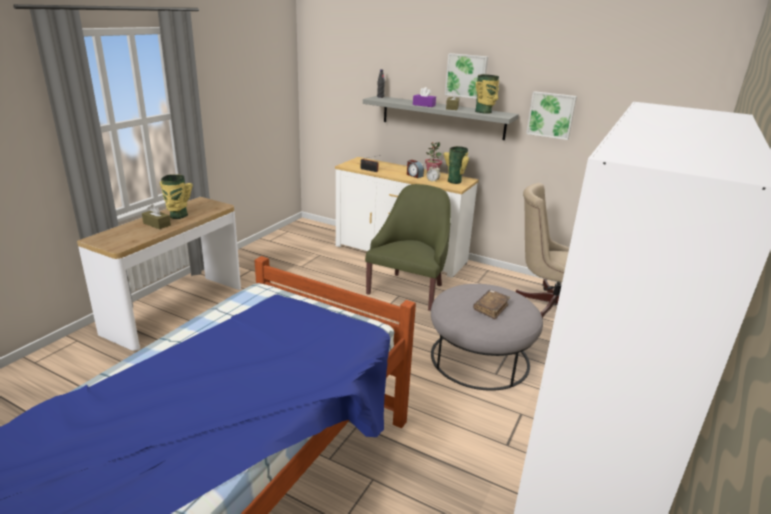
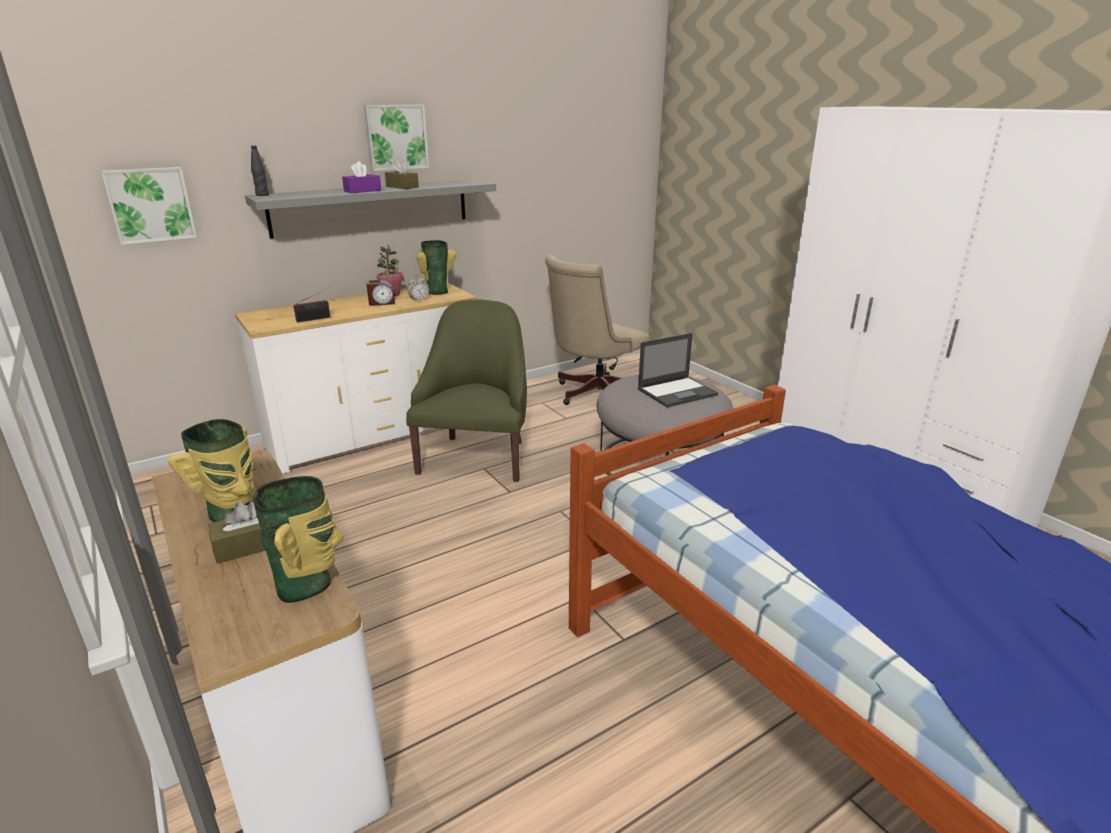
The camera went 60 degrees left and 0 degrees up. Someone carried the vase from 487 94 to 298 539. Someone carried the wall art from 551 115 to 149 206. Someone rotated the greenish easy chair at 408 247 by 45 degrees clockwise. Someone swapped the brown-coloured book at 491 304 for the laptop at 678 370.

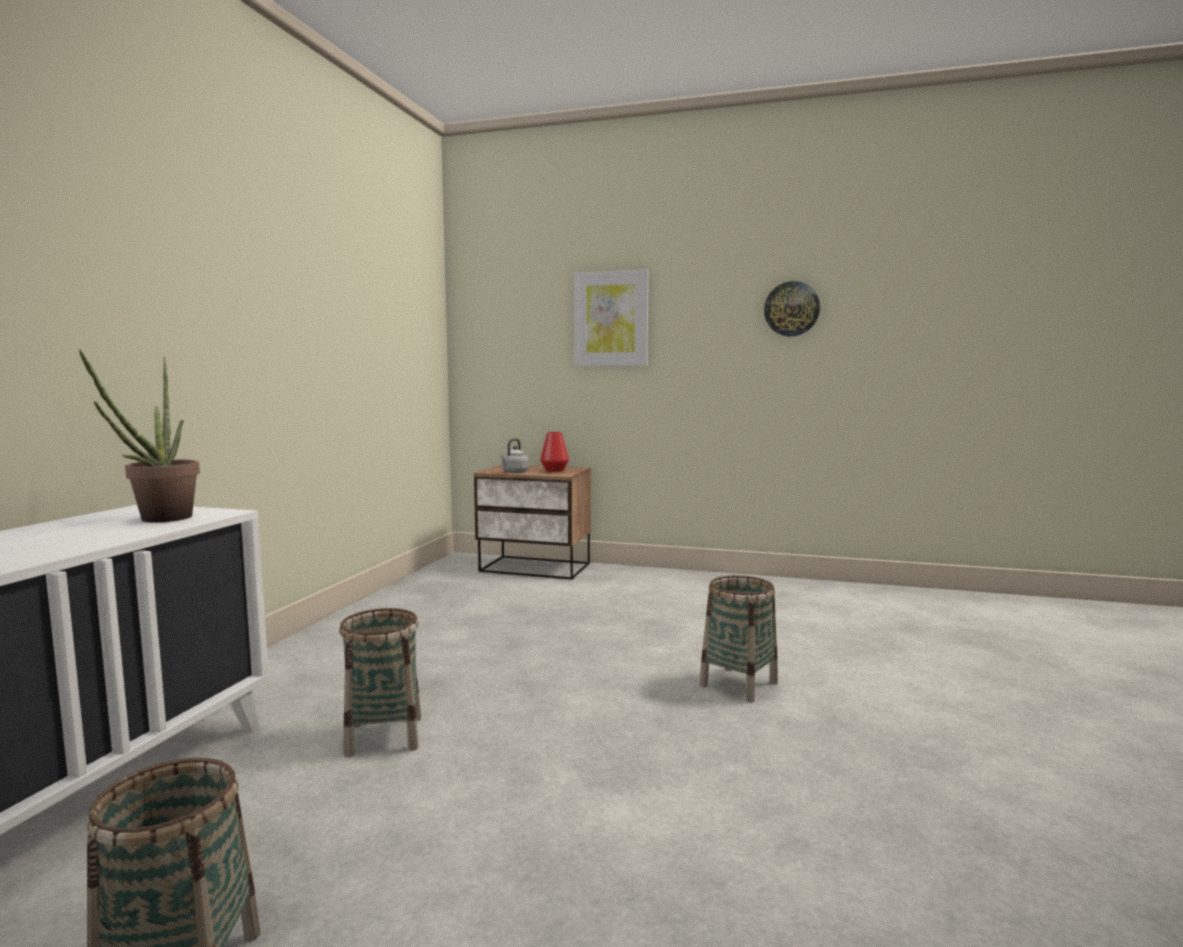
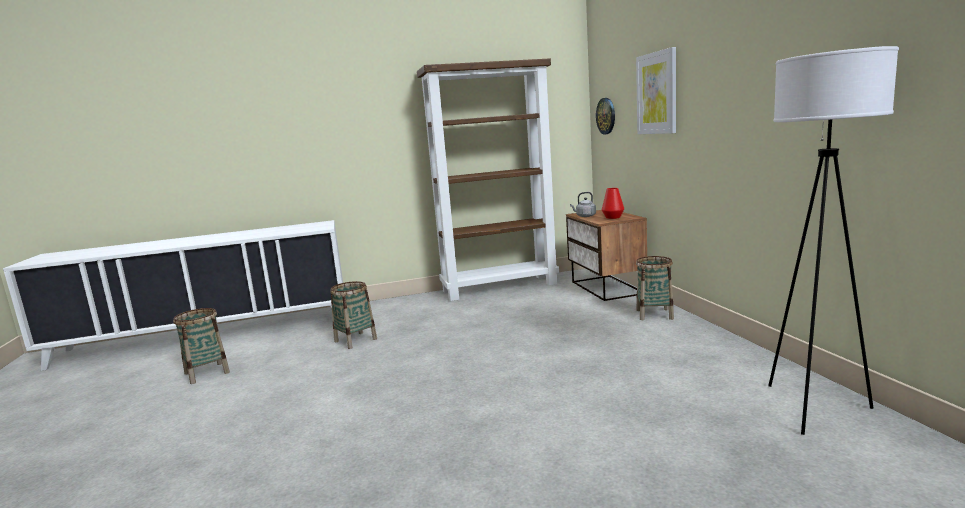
The camera went 60 degrees right and 5 degrees up. Someone carried the wall clock from 792 308 to 605 116. Someone took away the houseplant at 139 435. Someone carried the basket from 738 638 to 655 288. Someone put down the white-coloured floor lamp at 833 240. Someone put down the brown-coloured shelving unit at 488 179.

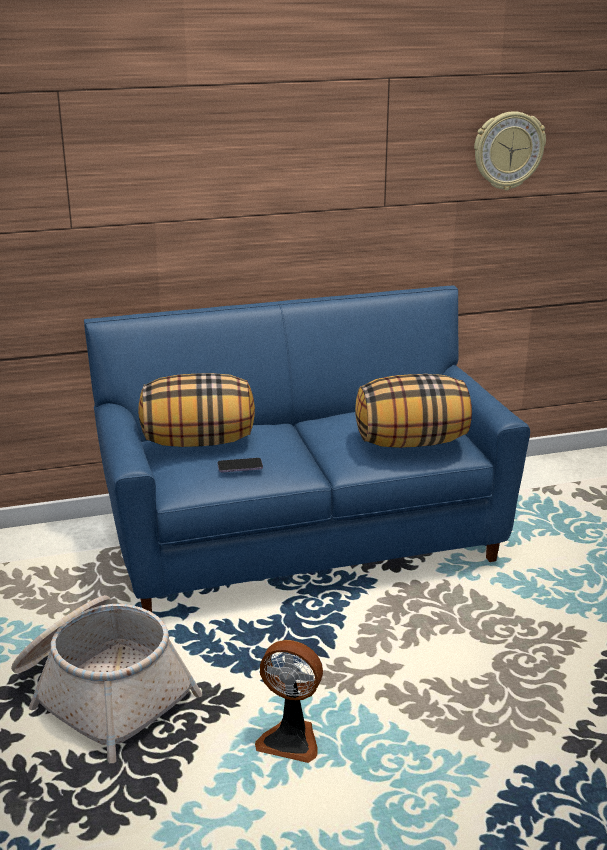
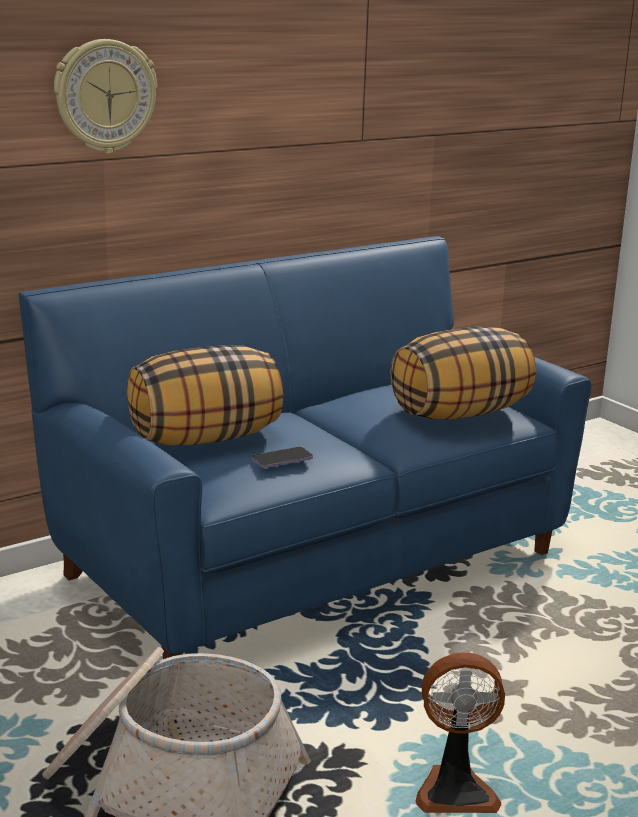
The camera went 20 degrees left and 5 degrees down. Someone carried the wall clock from 510 150 to 105 96.

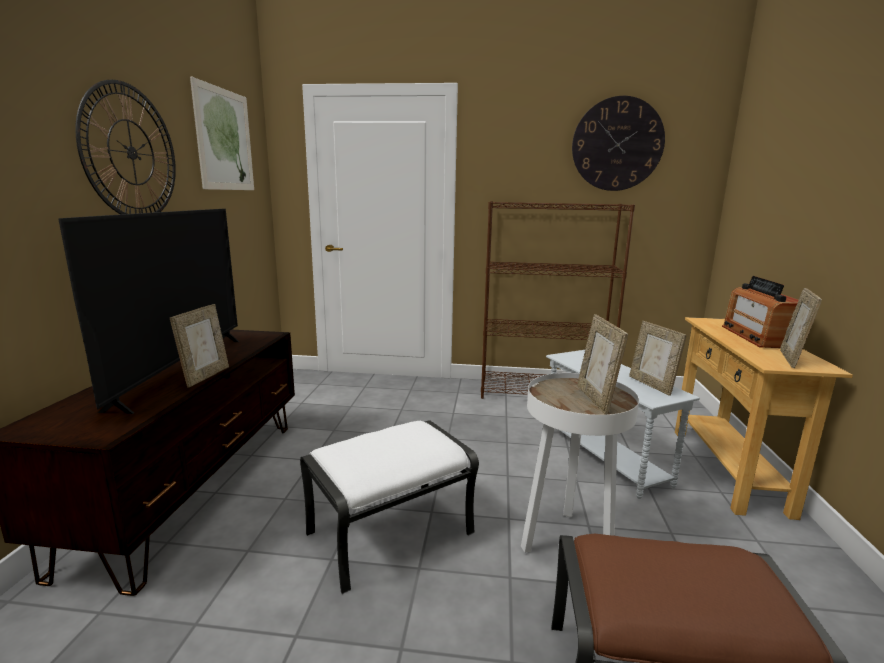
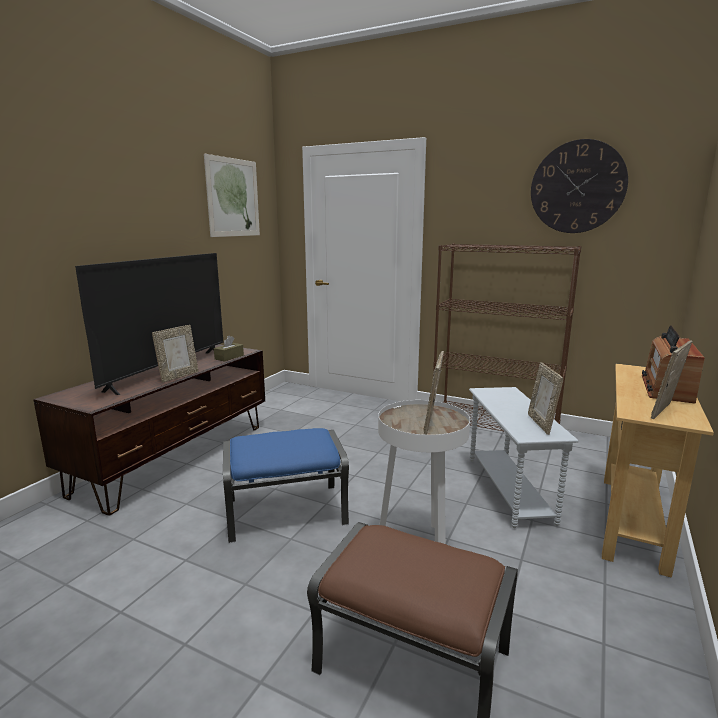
The camera went 20 degrees right and 0 degrees up. Someone took away the wall clock at 125 147. Someone repainted the white-coloured footrest at 389 507, which became the blue footrest at 286 485. Someone put down the brown-coloured box of tissues at 229 349.

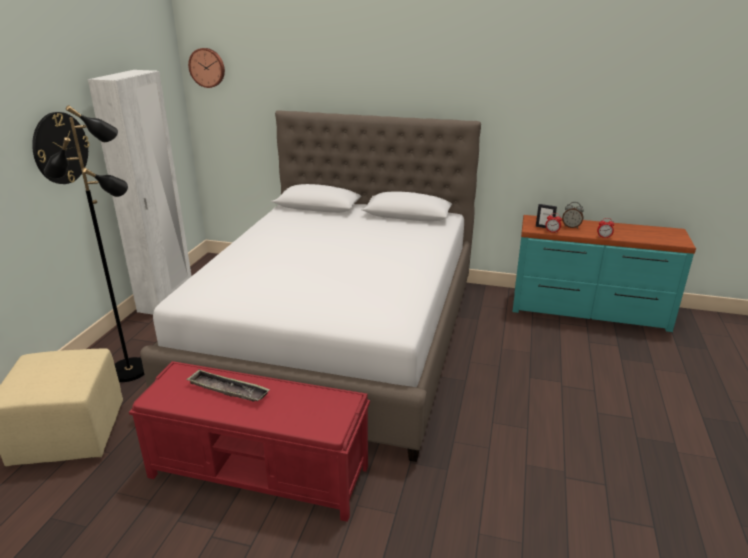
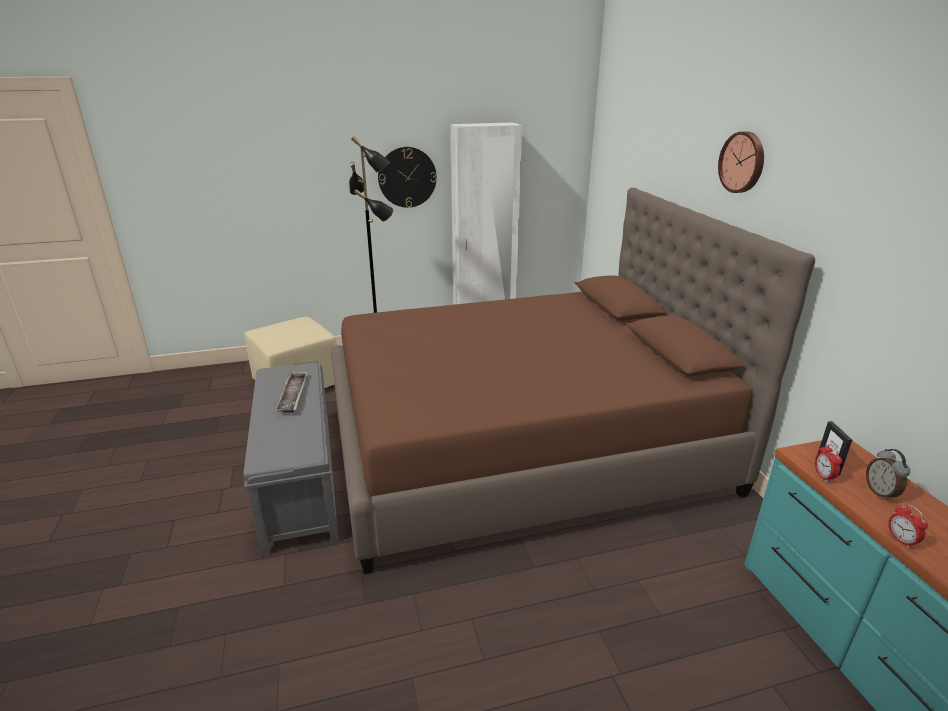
The camera went 60 degrees right and 0 degrees up. Someone carried the wall clock from 206 68 to 741 162. Someone repainted the white-coloured bedroom bed at 310 286, which became the brown-coloured bedroom bed at 573 380. Someone repainted the red-coloured bench at 249 441, which became the gray bench at 291 458.

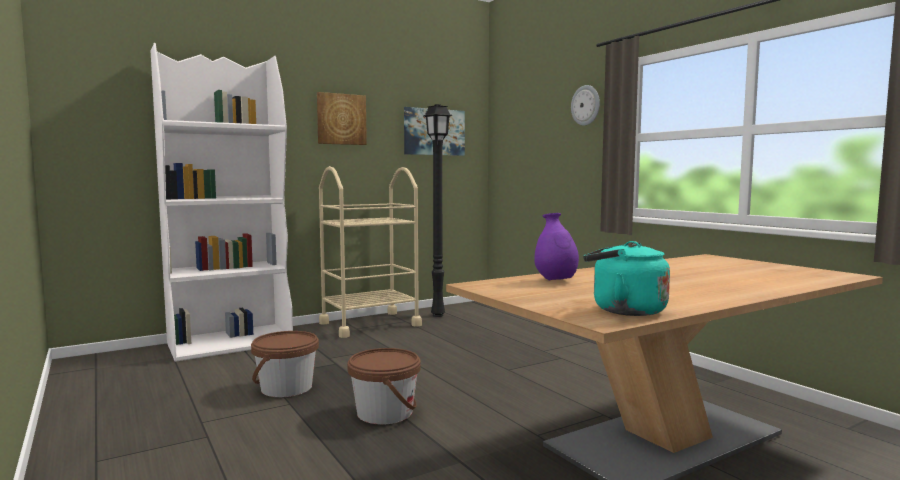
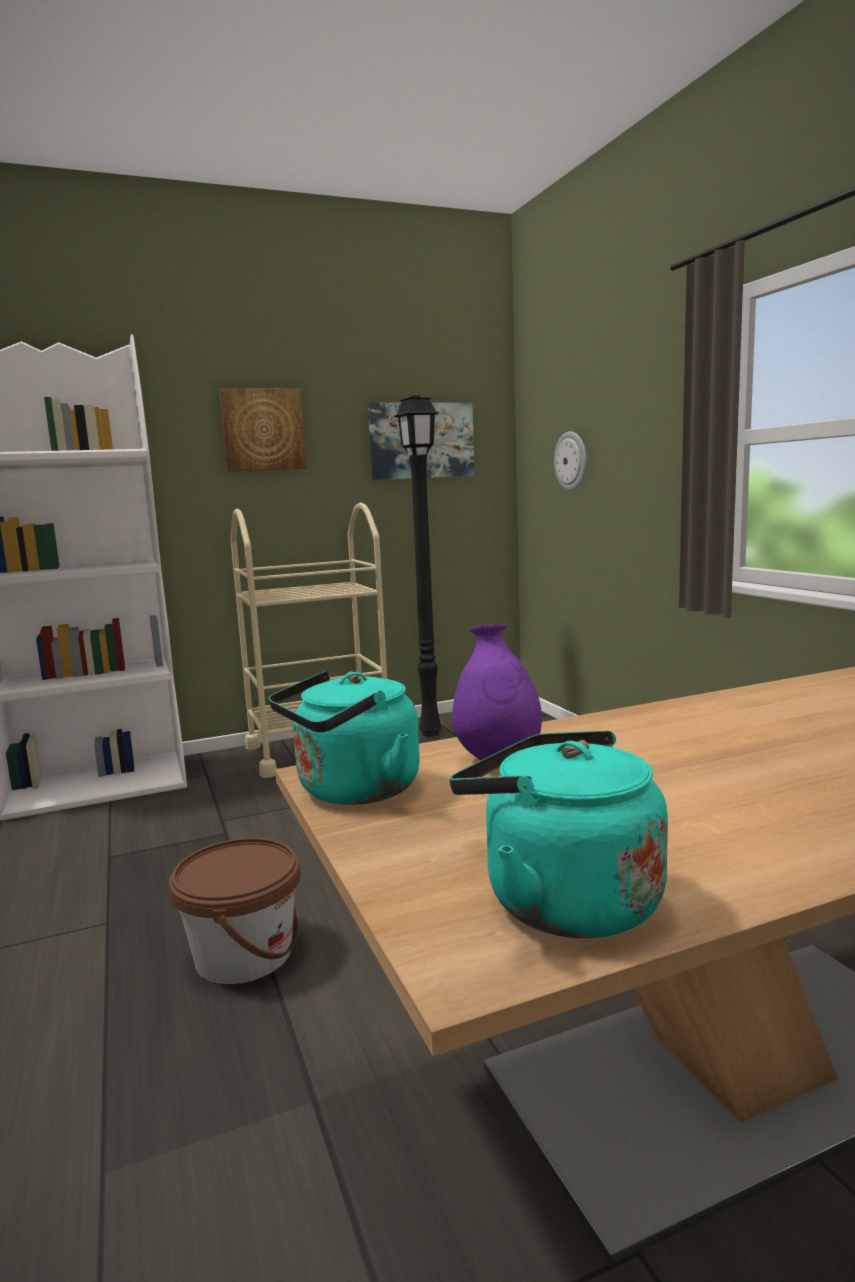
The camera went 10 degrees right and 5 degrees up. Someone carried the wall clock from 585 105 to 570 461. Someone took away the brown-coloured pail at 285 364. Someone put down the blue-green kettle at 344 738.

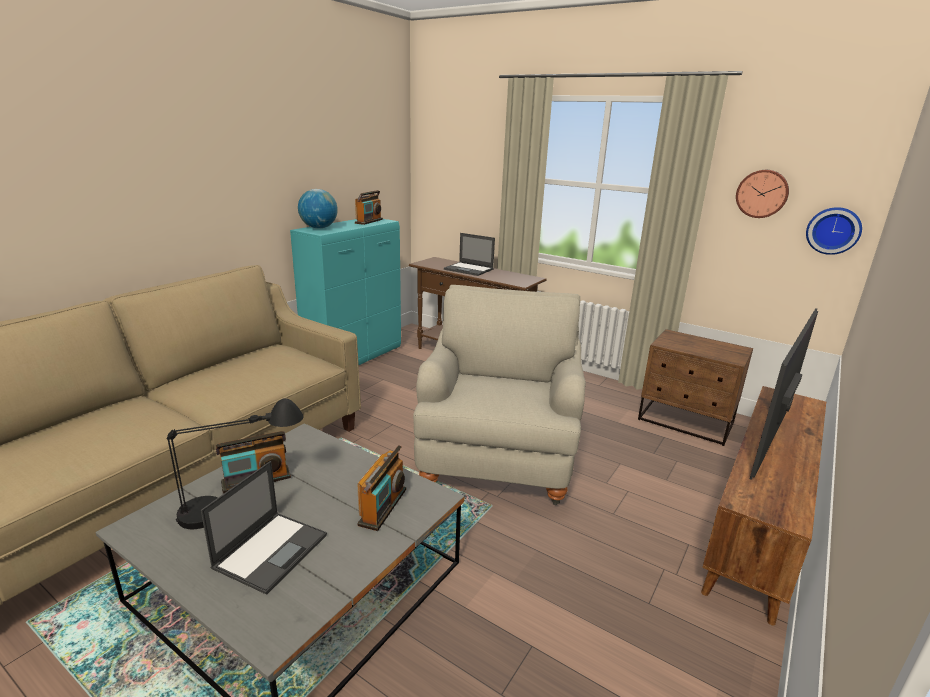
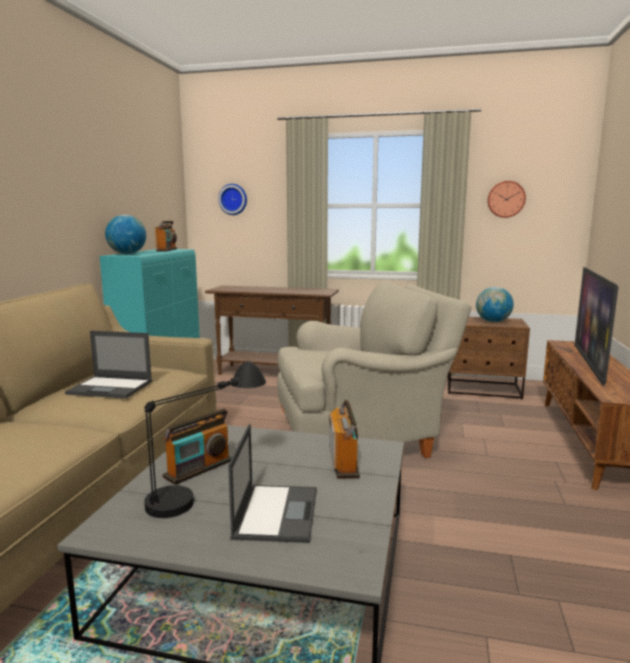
The camera went 20 degrees left and 10 degrees down. Someone carried the wall clock from 834 231 to 232 199. Someone carried the laptop from 469 254 to 108 364. Someone rotated the beige-coloured easy chair at 499 395 by 90 degrees clockwise. Someone put down the world globe at 495 304.

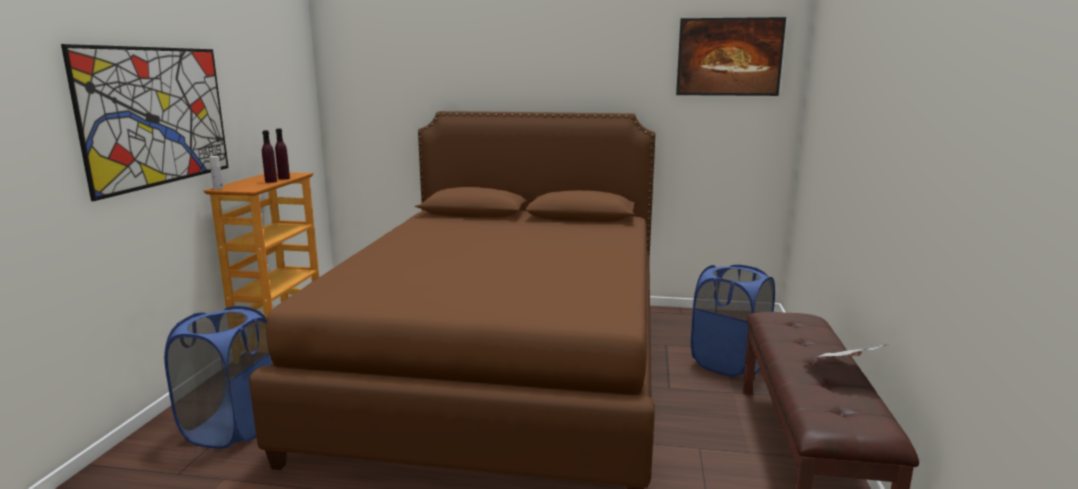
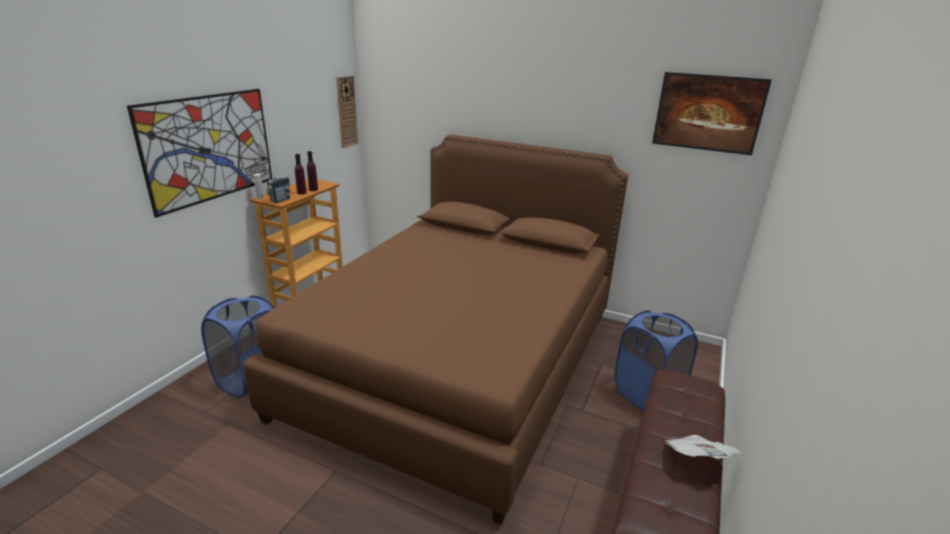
The camera went 15 degrees right and 10 degrees up. Someone put up the wall clock at 347 111. Someone put down the radio receiver at 278 186.

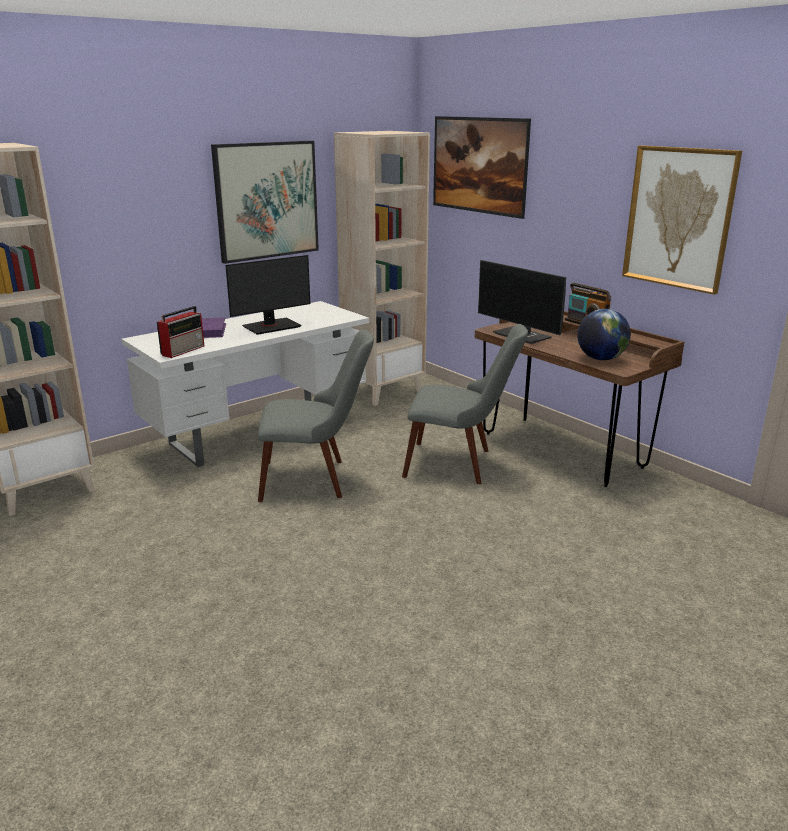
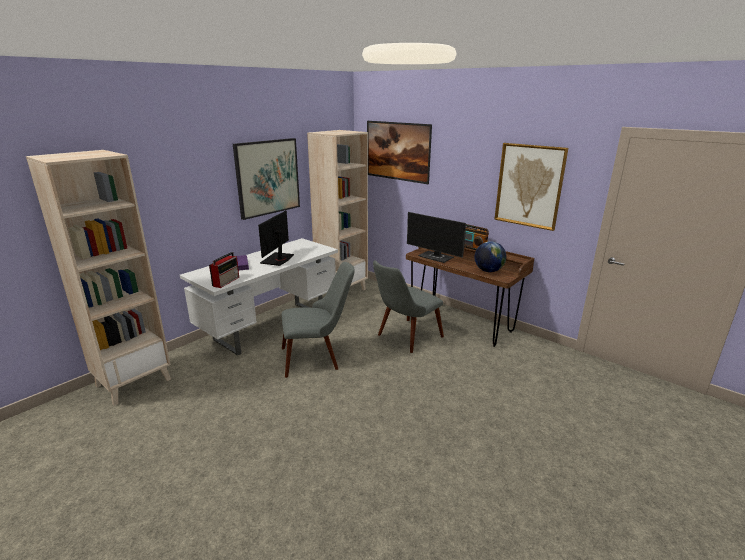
The camera went 10 degrees left and 0 degrees up. Someone rotated the computer display at 267 295 by 150 degrees clockwise. Someone rotated the gray plain chair at 465 404 by 135 degrees clockwise.

